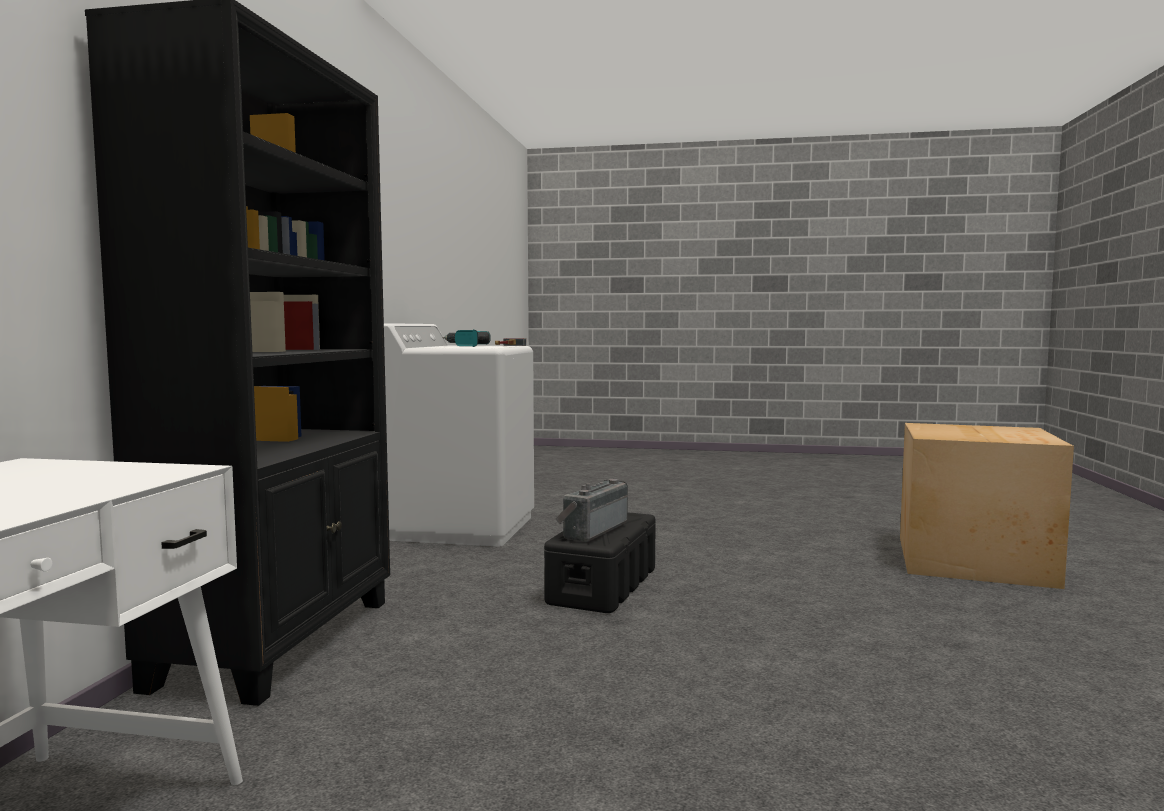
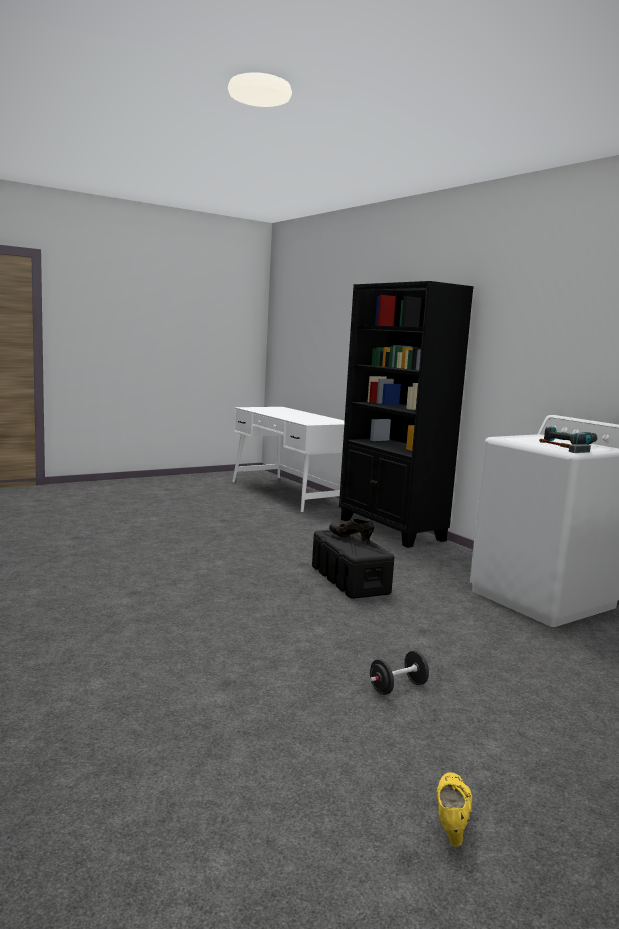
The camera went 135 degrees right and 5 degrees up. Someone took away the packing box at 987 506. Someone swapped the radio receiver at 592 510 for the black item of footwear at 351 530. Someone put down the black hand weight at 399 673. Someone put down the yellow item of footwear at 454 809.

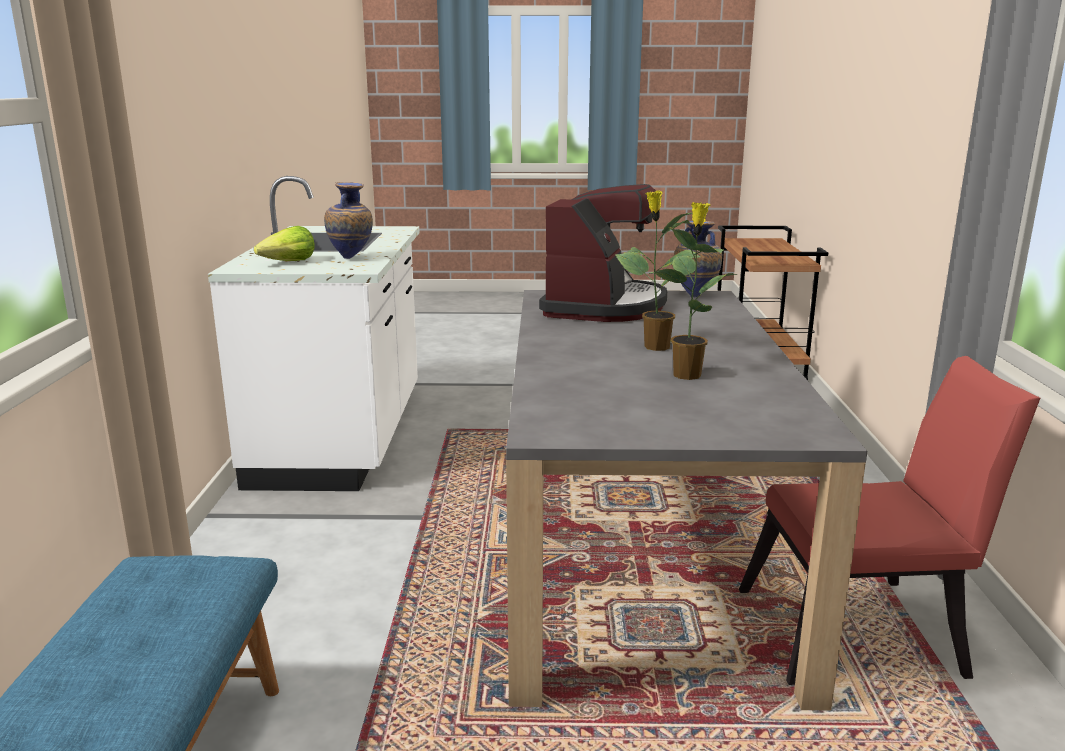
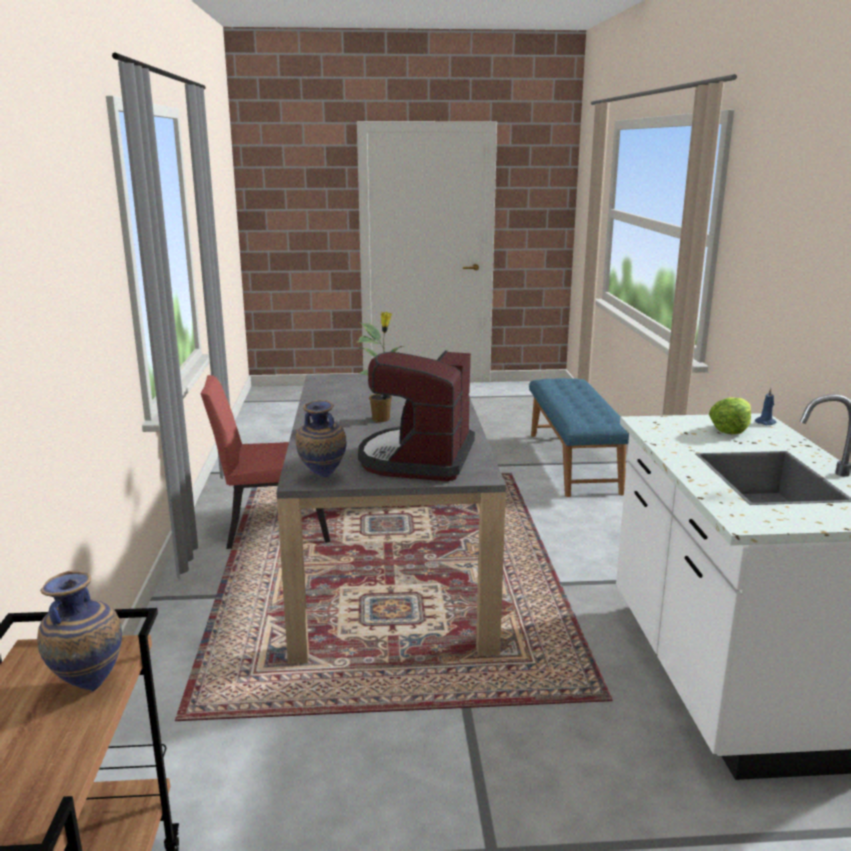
The camera went 175 degrees right and 0 degrees up. Someone carried the vase from 348 220 to 79 631. Someone took away the houseplant at 693 291. Someone put down the blue wax candle at 765 406.

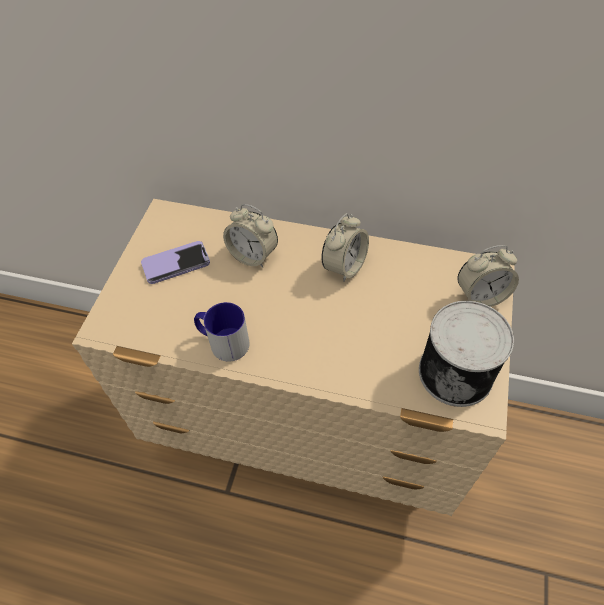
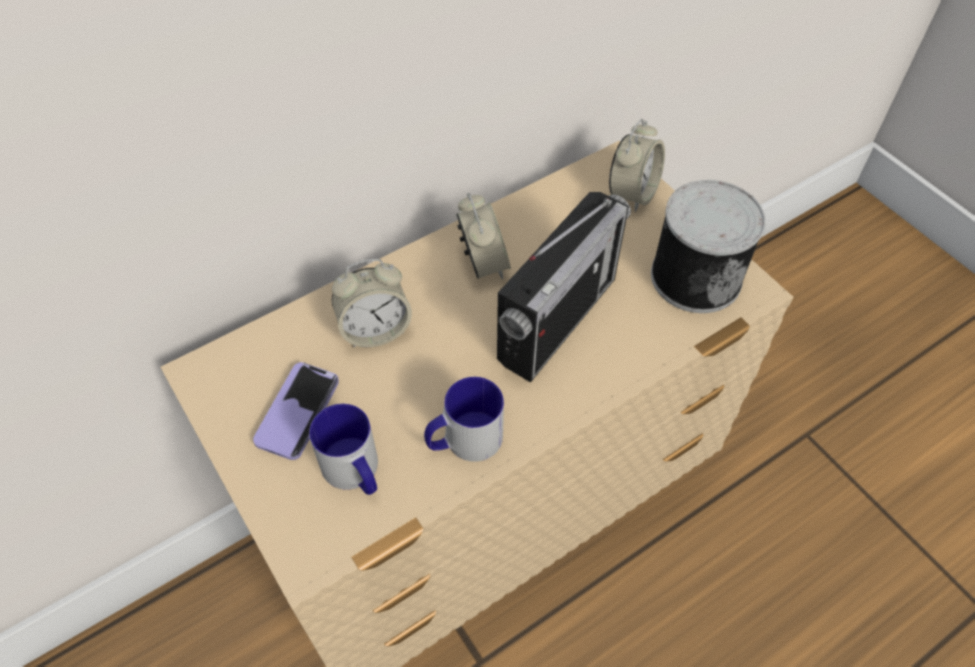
The camera went 50 degrees left and 0 degrees up. Someone put down the radio receiver at 564 287. Someone put down the coffee mug at 343 449.

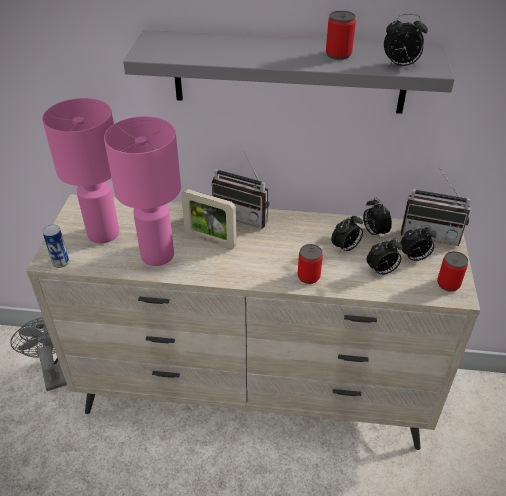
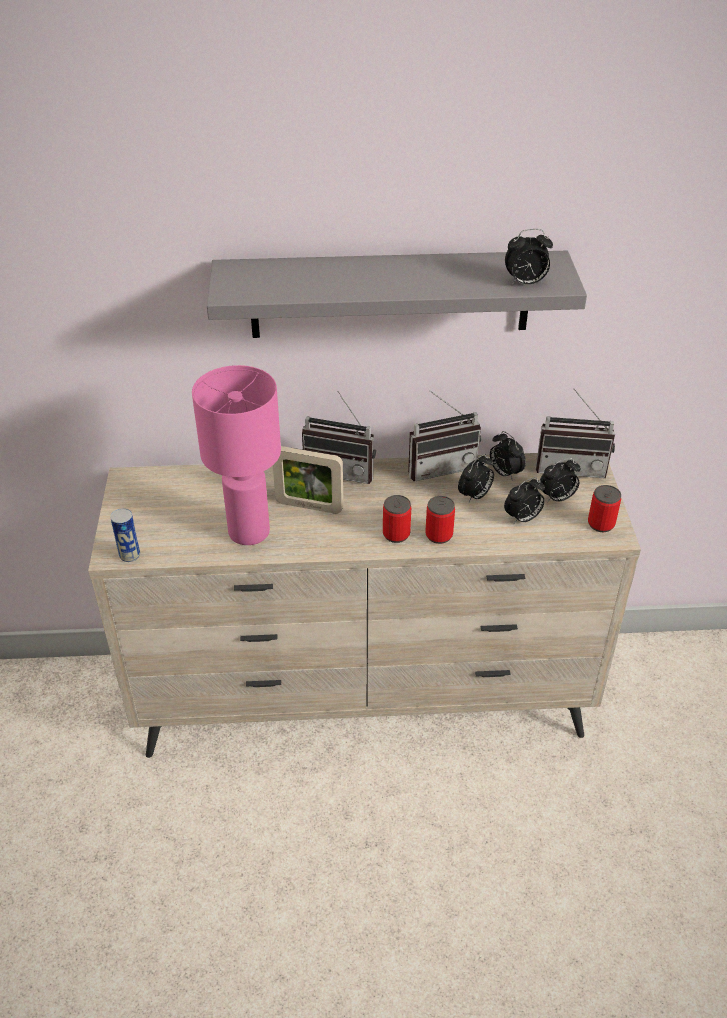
The camera went 10 degrees left and 0 degrees up. Someone carried the can from 341 35 to 397 519. Someone took away the pinkish lamp for a table at 81 170. Someone took away the gray electric fan at 38 354. Someone put down the radio receiver at 444 435.

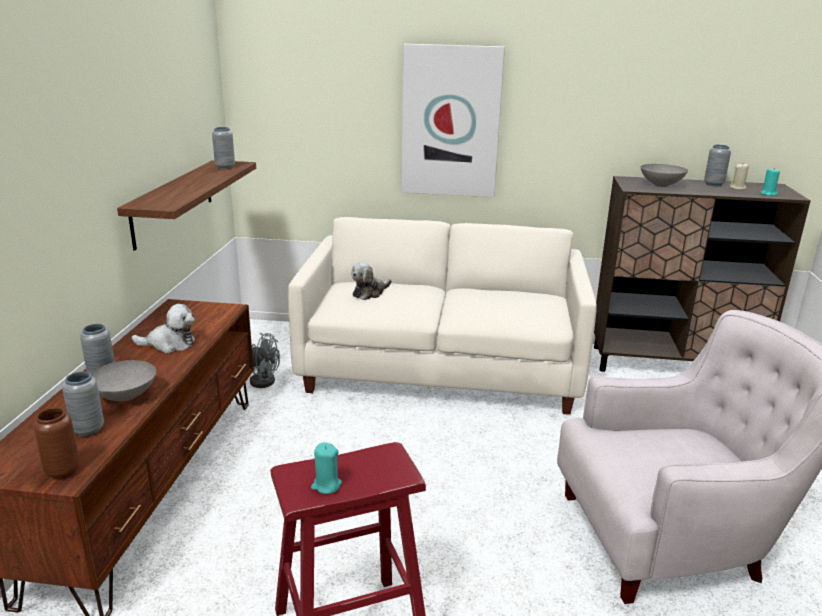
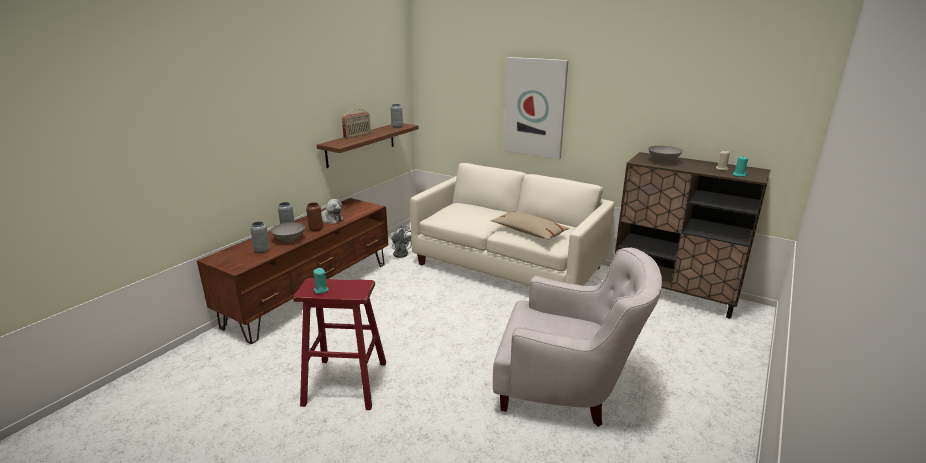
The camera went 25 degrees right and 0 degrees up. Someone took away the gray vase at 717 165. Someone took away the soft toy at 371 281. Someone carried the brown-coloured vase from 56 443 to 314 217. Someone put down the radio receiver at 356 123. Someone put down the beige-coloured cushion at 530 225.

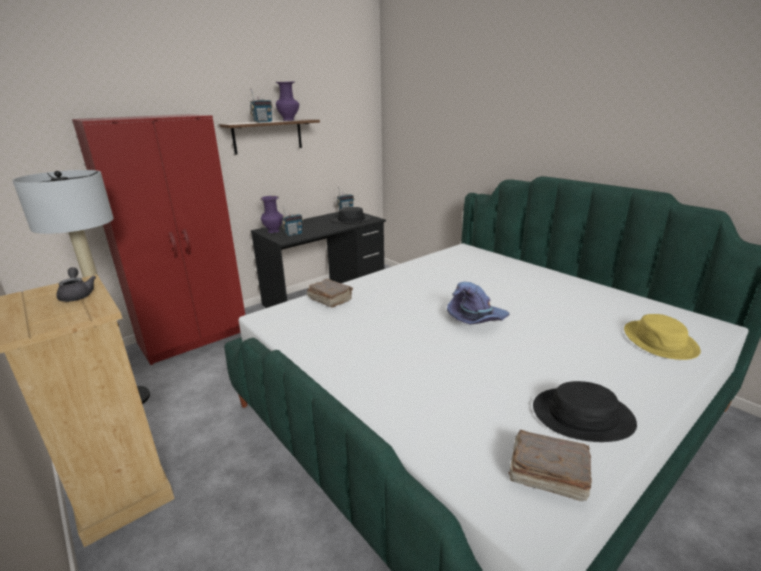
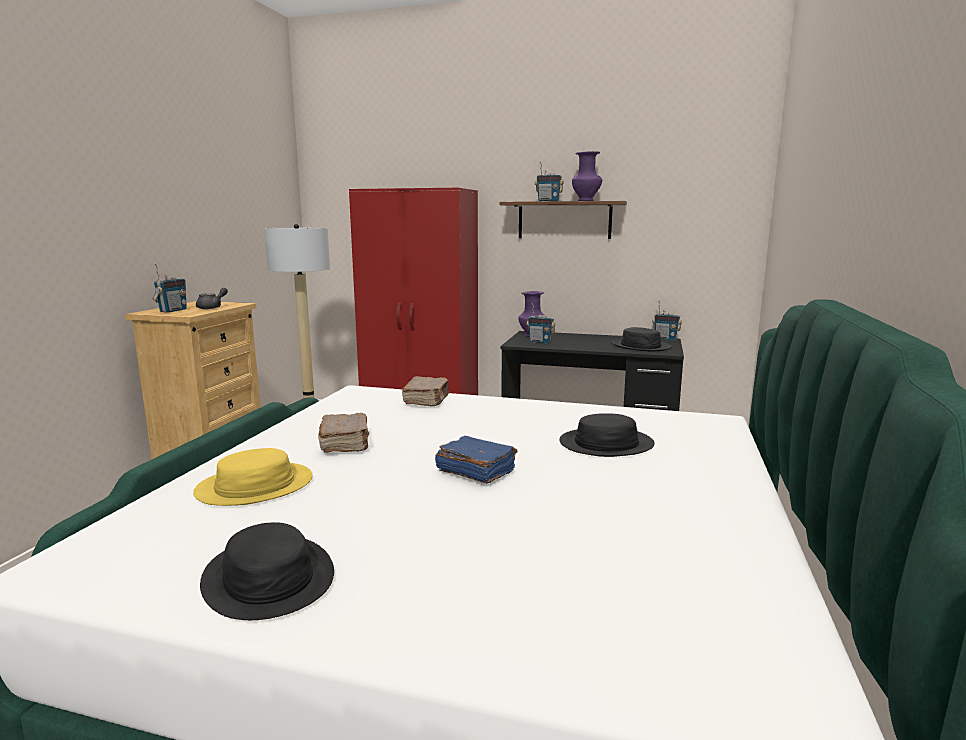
The camera went 55 degrees right and 10 degrees down. Someone swapped the purple-coloured wearable hat at 478 303 for the blue book at 476 460. Someone carried the yellow wearable hat from 662 337 to 253 477. Someone carried the brown-coloured book from 550 465 to 343 433. Someone put down the radio receiver at 169 288. Someone put down the black wearable hat at 607 435.

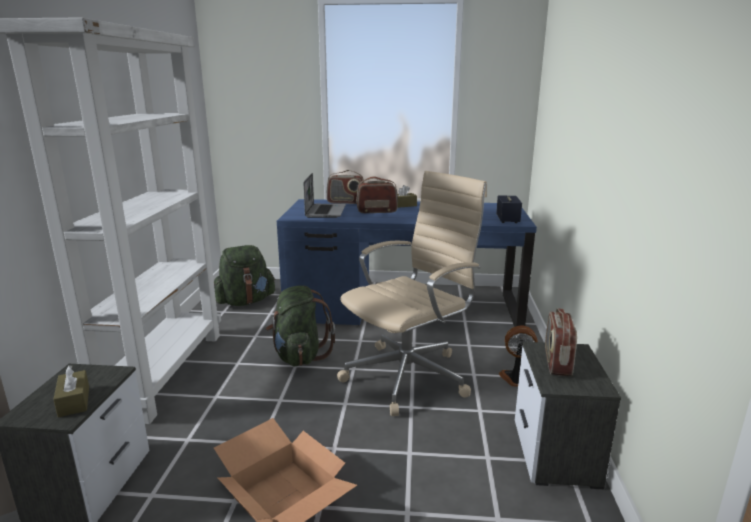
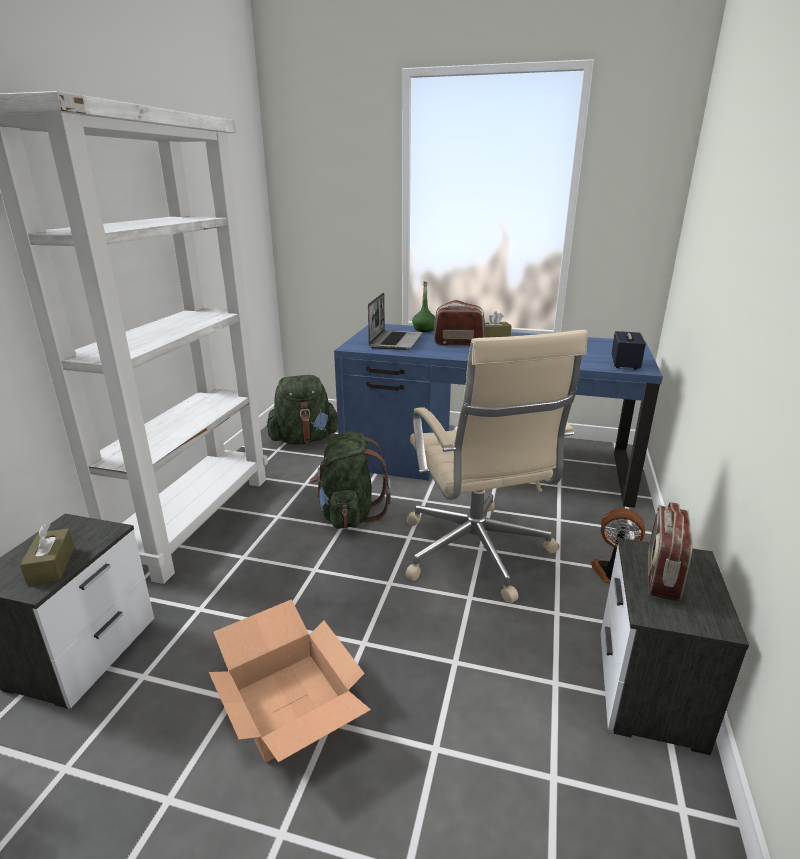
The camera went 10 degrees right and 5 degrees up. Someone swapped the radio receiver at 345 187 for the greenish beverage bottle at 423 306. Someone rotated the beige-coloured computer chair at 412 293 by 105 degrees clockwise.

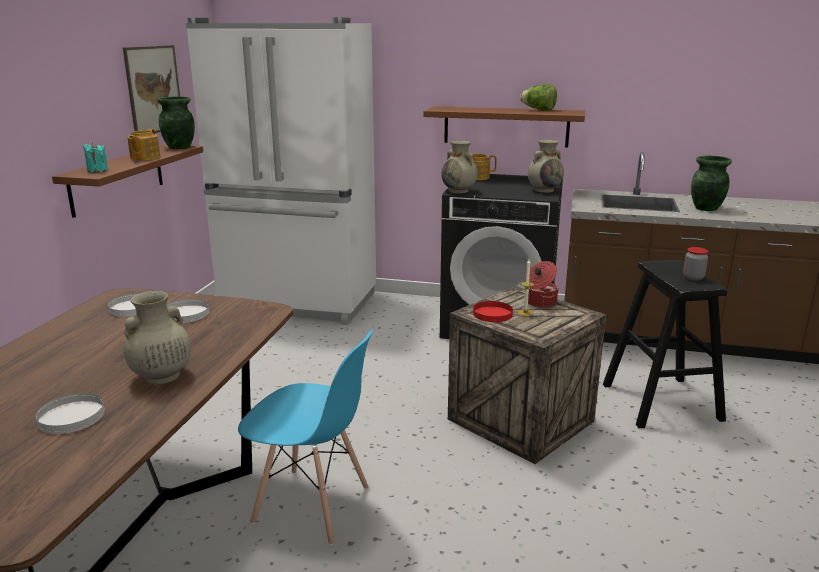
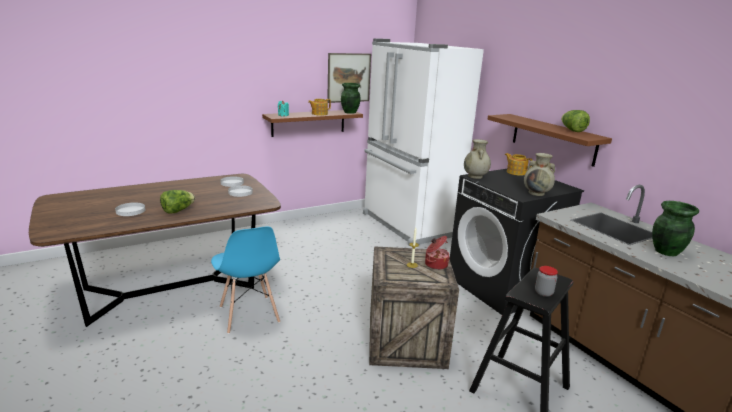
The camera went 45 degrees right and 0 degrees up. Someone swapped the beige-coloured vase at 157 338 for the lettuce head at 177 202. Someone took away the red-coloured plate at 493 311.

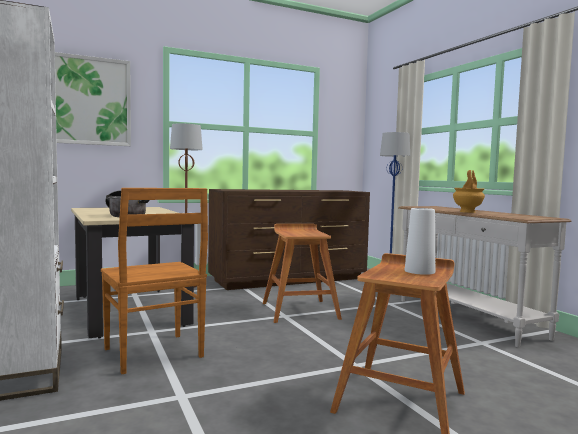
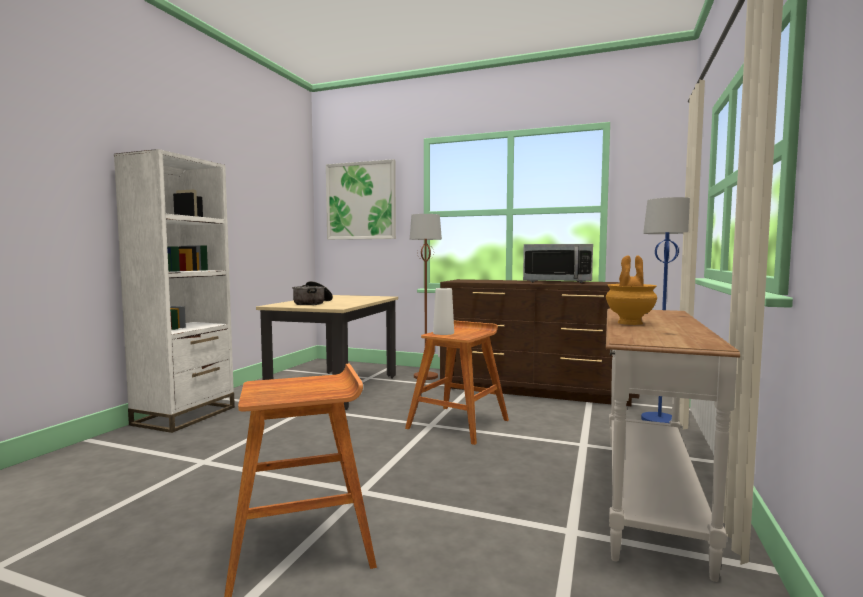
The camera went 45 degrees right and 0 degrees up. Someone took away the brown-coloured plain chair at 154 281. Someone carried the white-coloured vase from 420 241 to 443 311. Someone put down the microwave oven at 558 263.

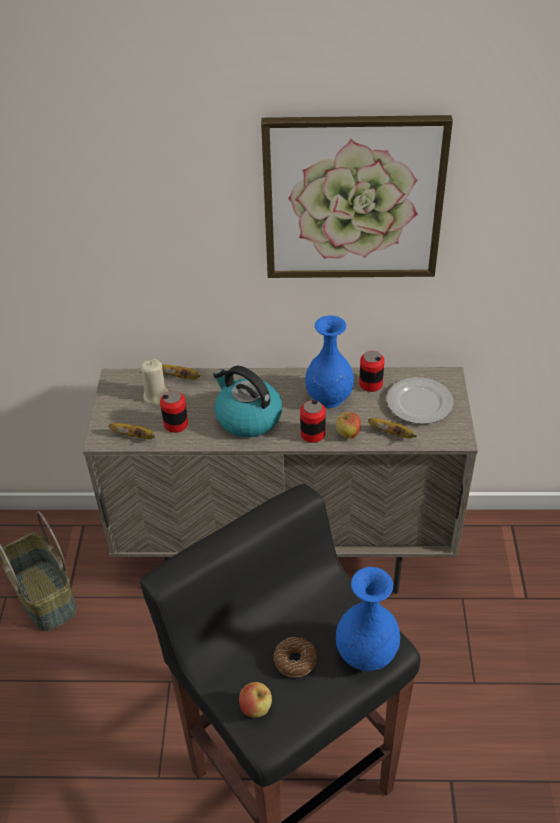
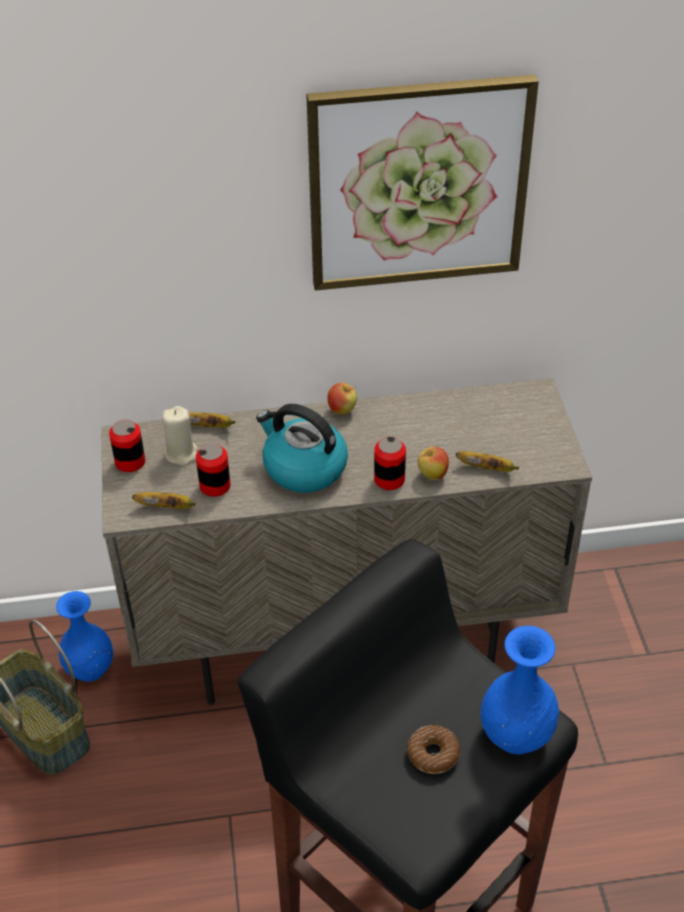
The camera went 10 degrees left and 0 degrees up. Someone carried the blue vase from 329 361 to 84 636. Someone carried the can from 371 371 to 127 446. Someone took away the plate at 420 400. Someone carried the apple fruit from 255 700 to 342 399.

